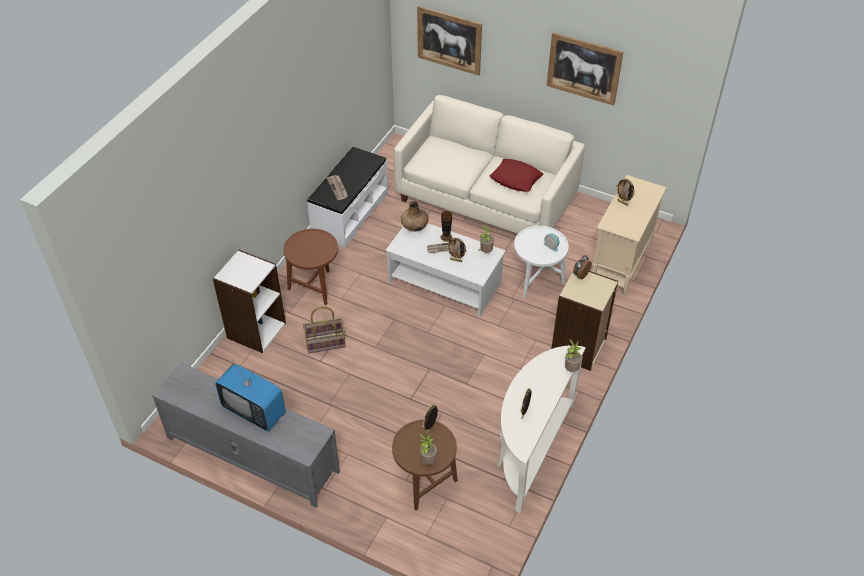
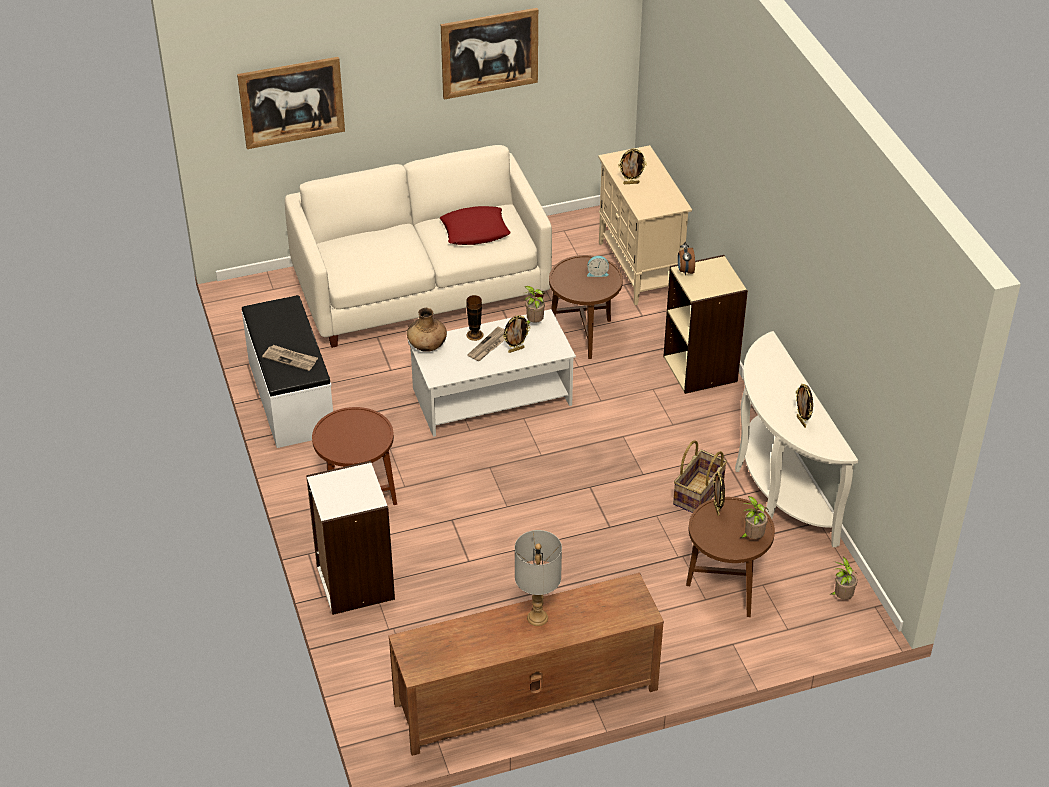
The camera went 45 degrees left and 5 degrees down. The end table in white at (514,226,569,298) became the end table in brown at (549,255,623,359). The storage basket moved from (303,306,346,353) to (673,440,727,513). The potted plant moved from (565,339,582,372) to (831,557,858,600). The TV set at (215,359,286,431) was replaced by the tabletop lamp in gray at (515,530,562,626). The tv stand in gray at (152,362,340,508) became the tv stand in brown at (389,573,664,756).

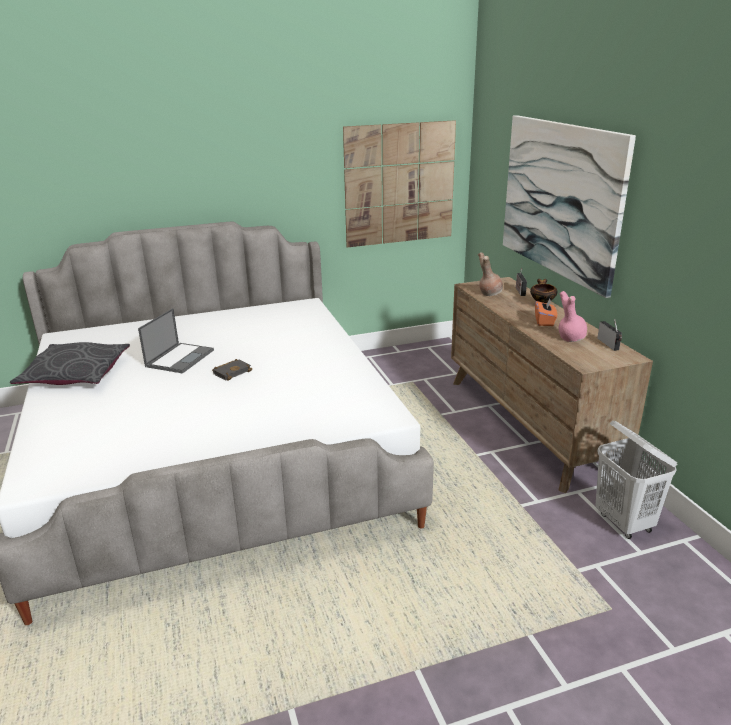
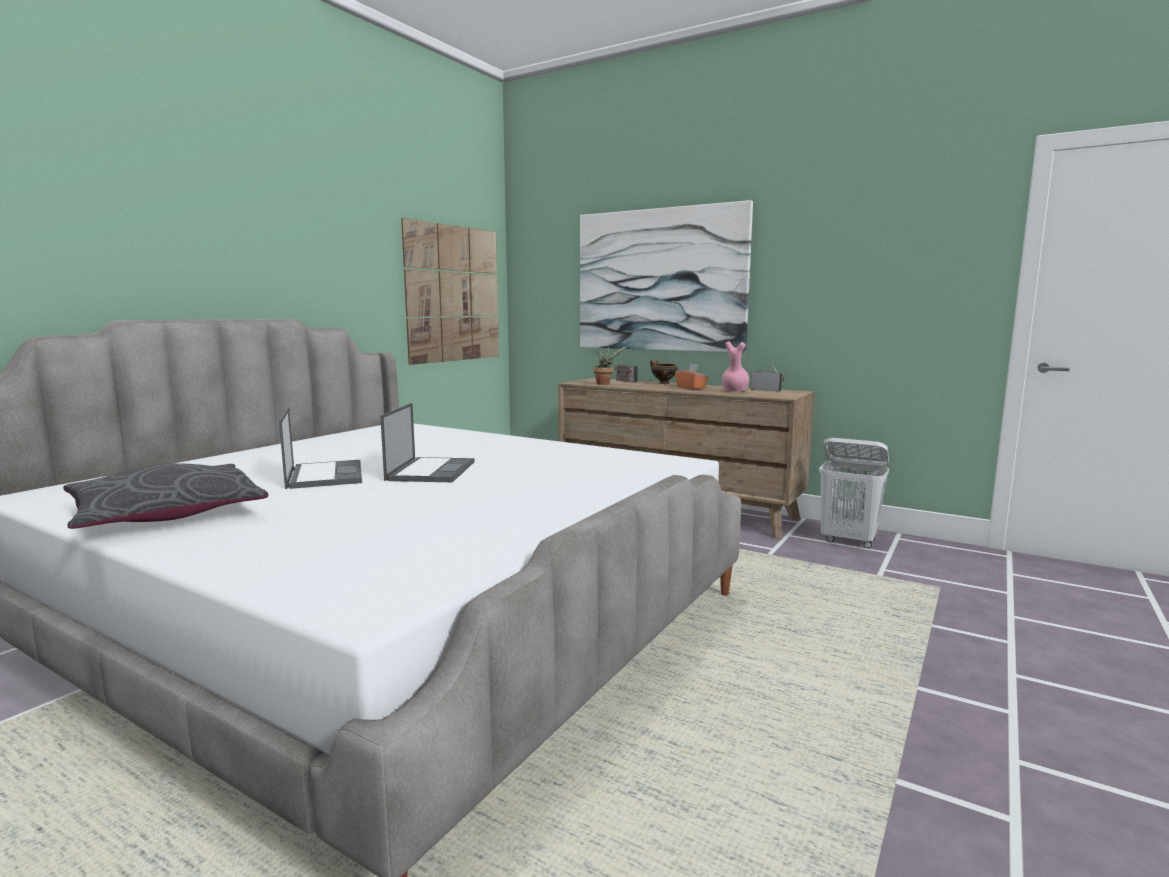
The camera went 40 degrees left and 15 degrees down. The vase in brown at (478,252,503,296) was replaced by the potted plant at (593,346,627,385). The volume in black at (212,359,252,381) was replaced by the laptop at (380,403,475,482).

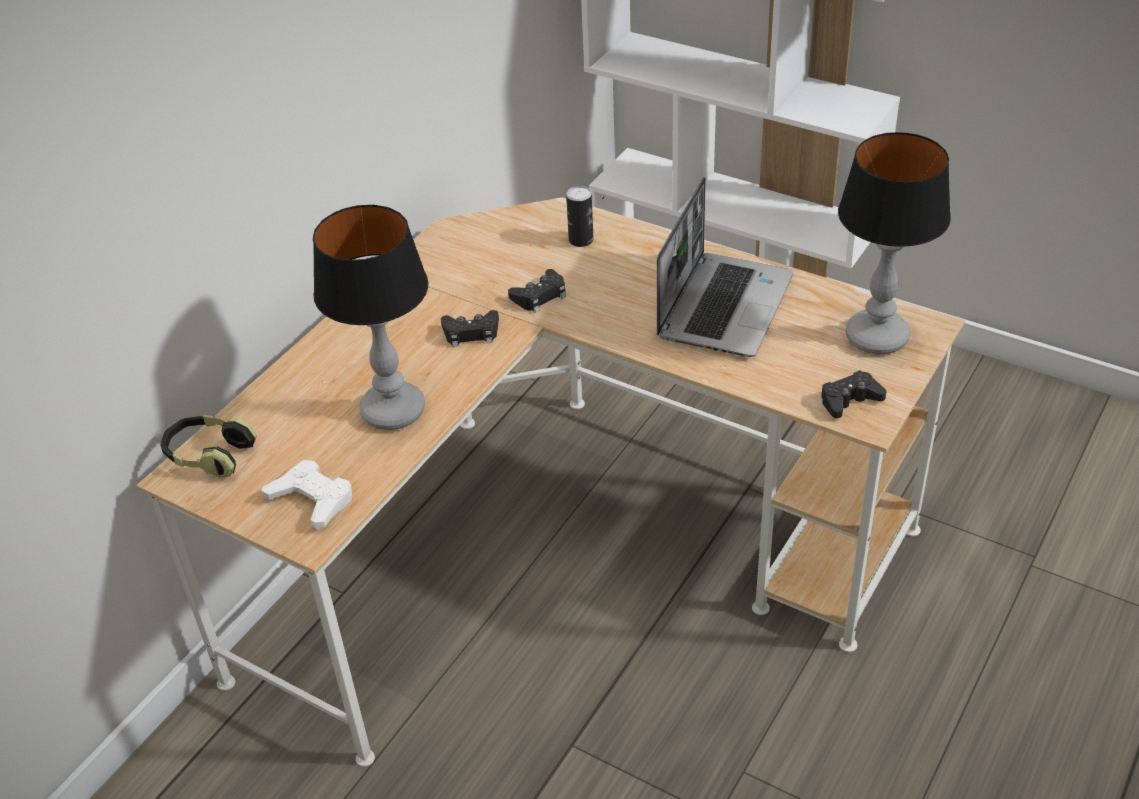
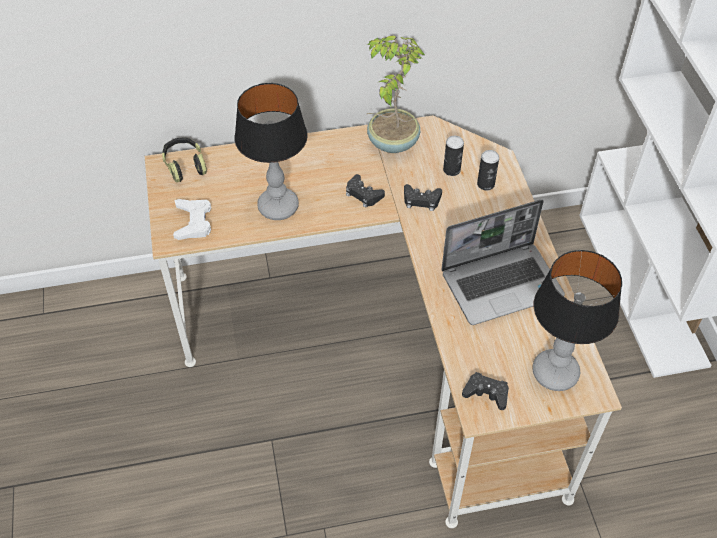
The camera went 45 degrees right and 10 degrees up. The potted plant at (367,35,426,153) appeared. The can at (443,136,464,176) appeared.

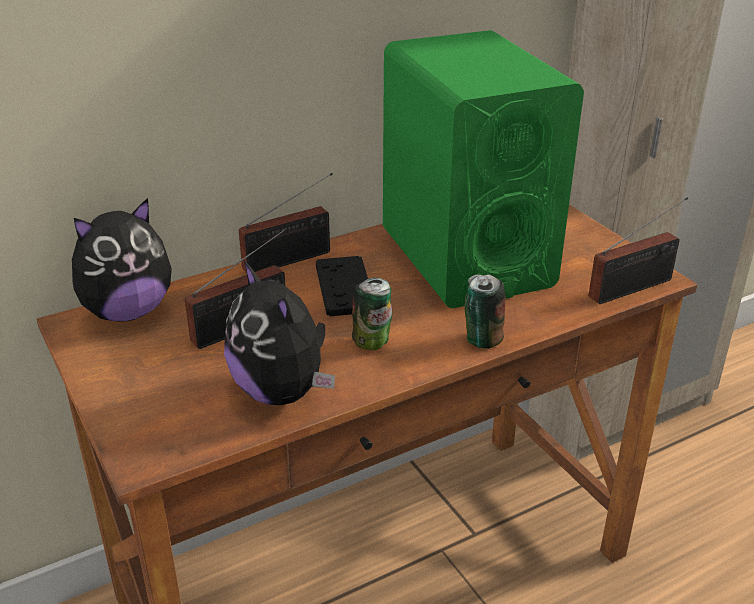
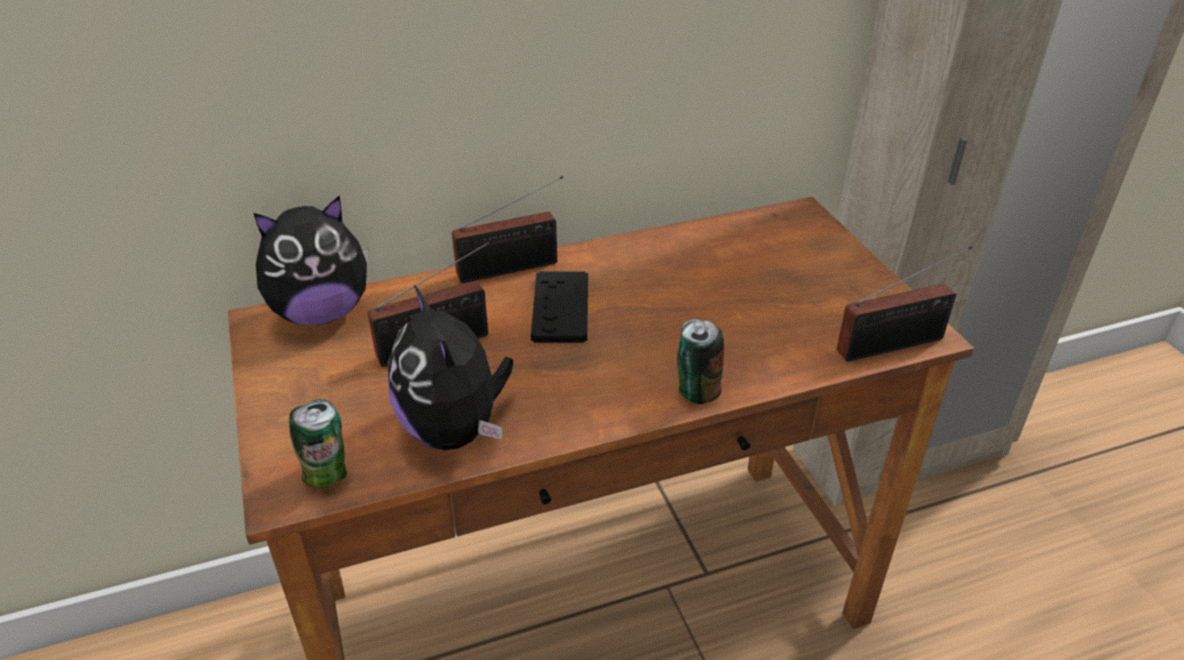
The camera went 10 degrees right and 5 degrees up. The audio speaker in green-coloured at (383,30,584,308) disappeared. The can moved from (352,277,393,350) to (289,399,347,489).

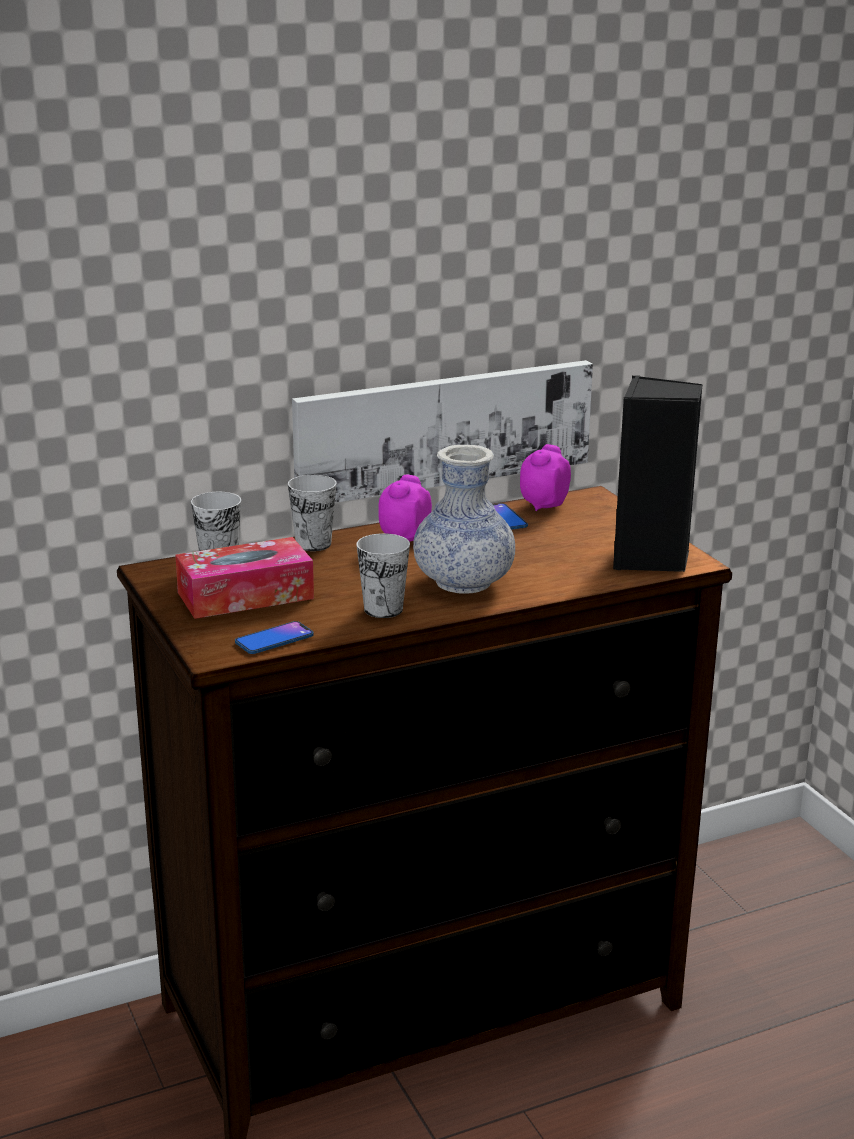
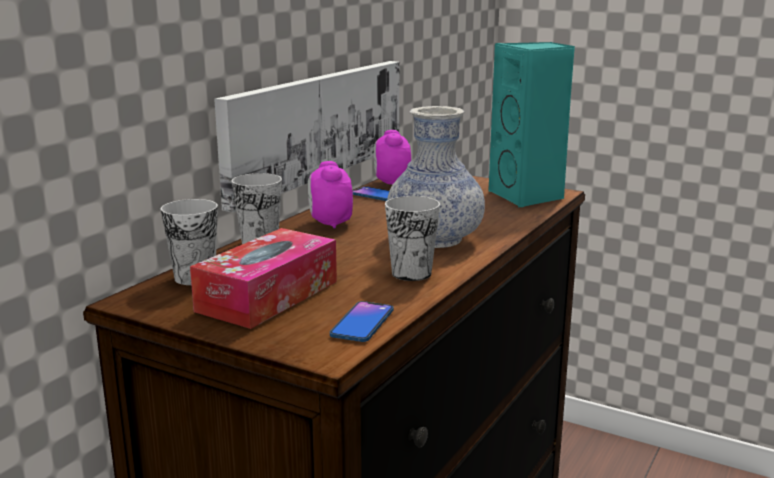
The camera went 35 degrees left and 5 degrees down. The audio speaker in black at (613,375,703,572) became the audio speaker in turquoise at (488,42,575,208).

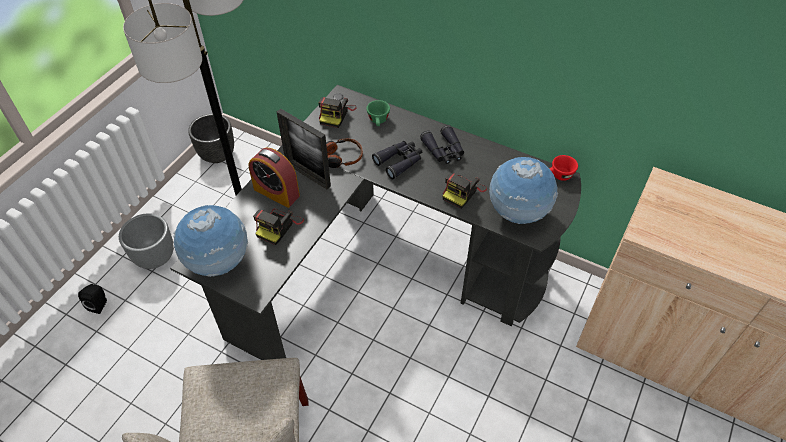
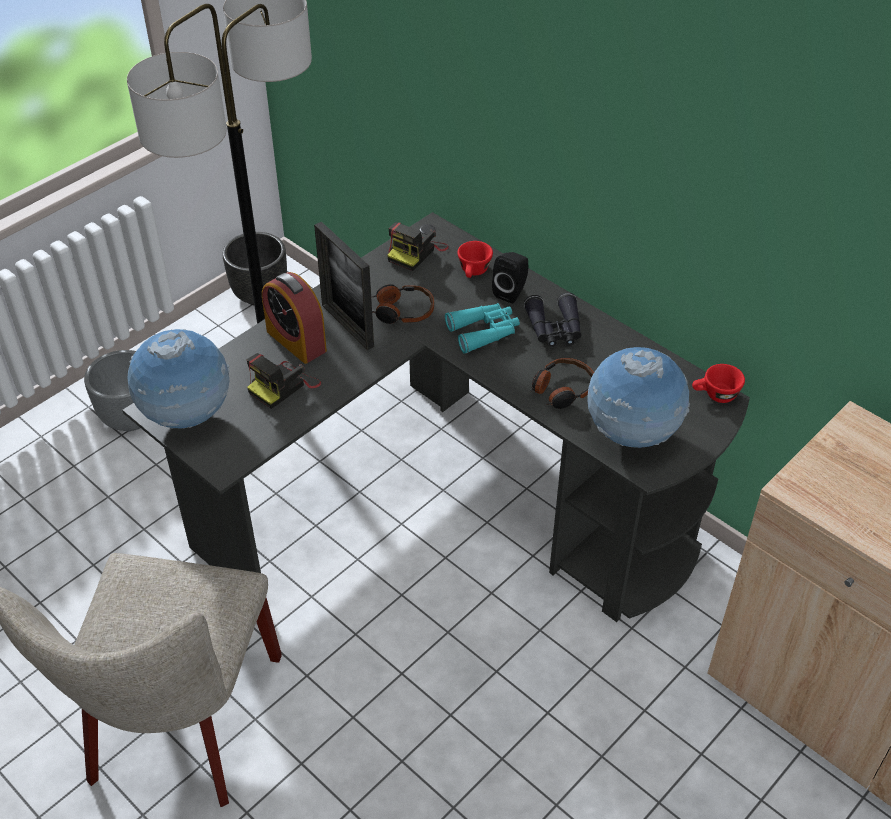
The camera went 15 degrees right and 5 degrees down. The drinking cup in green-coloured at (366,100,390,126) became the drinking cup in reddish at (457,241,493,278). The field glasses in black at (372,141,422,179) became the field glasses in turquoise at (445,303,520,354). The photo camera at (443,173,487,209) was replaced by the pair of headphones at (531,358,594,409). The audio speaker in black moved from (78,284,107,314) to (492,252,529,303).

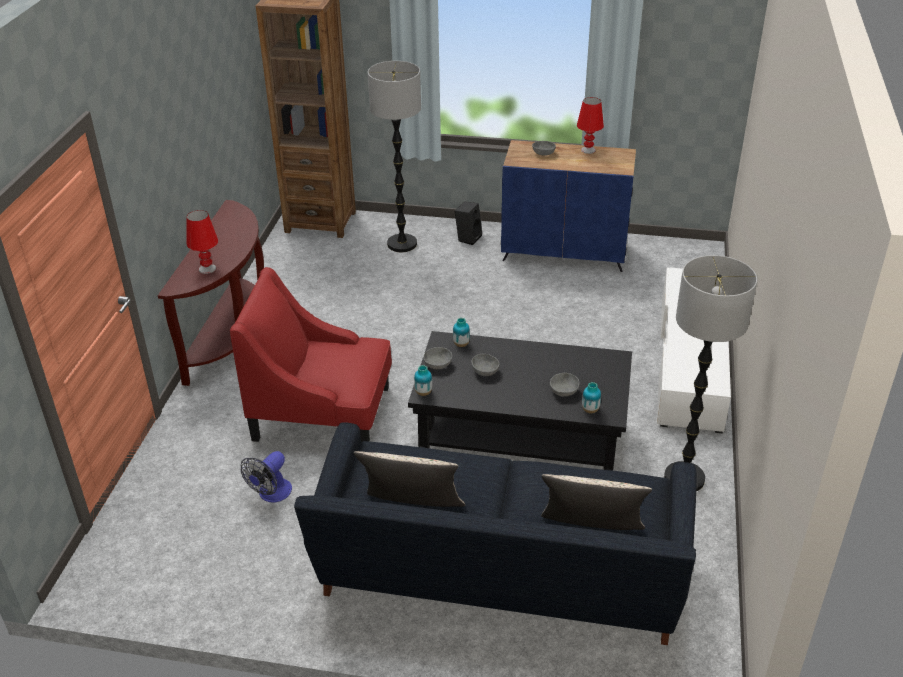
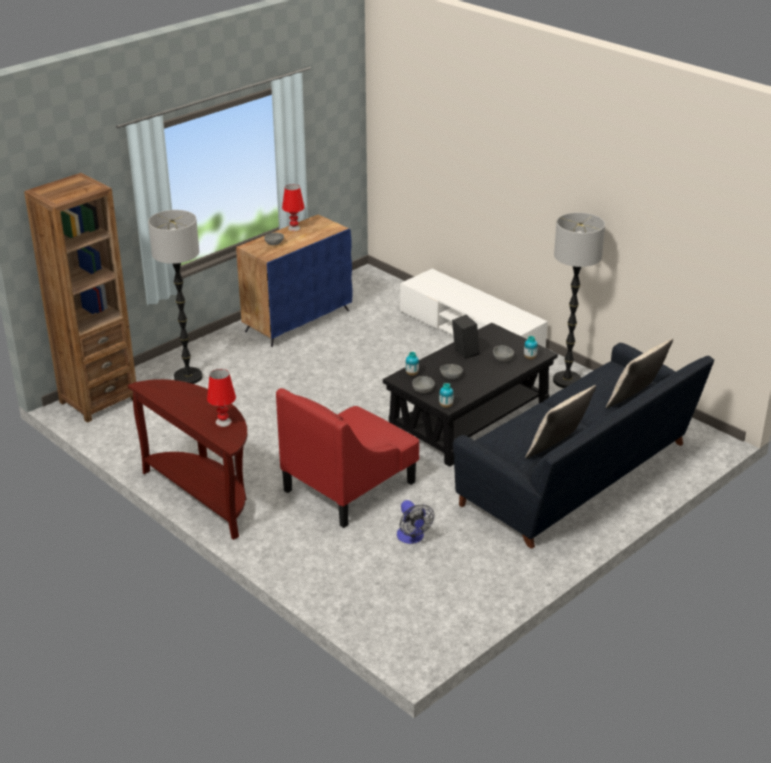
The camera went 55 degrees left and 5 degrees down. The audio speaker in black moved from (455,201,482,245) to (452,315,480,358).

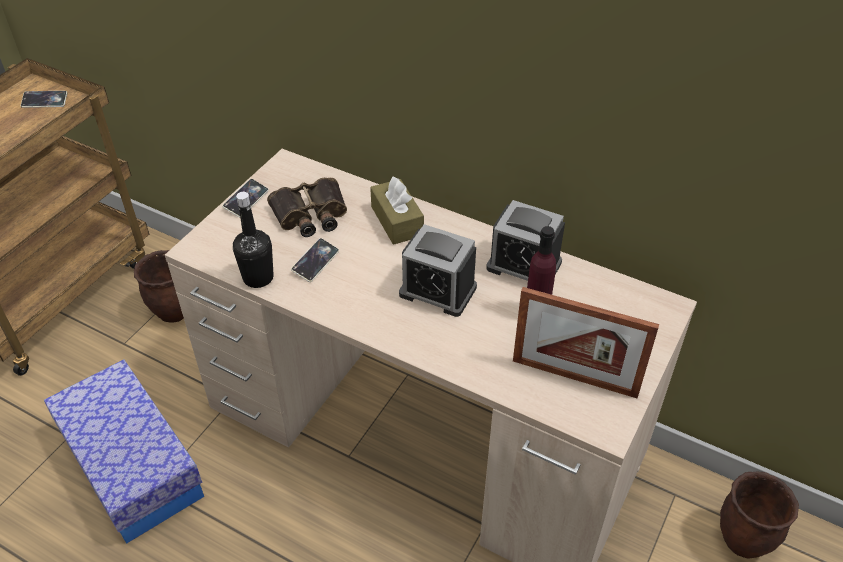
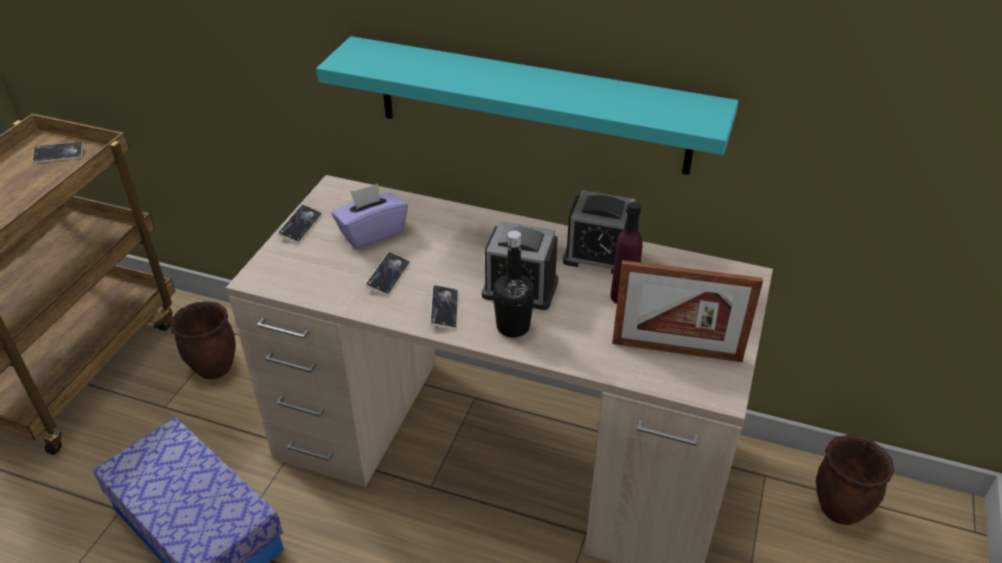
The camera went 10 degrees left and 5 degrees down. The tissue box in brown at (370,176,424,245) disappeared. The field glasses at (267,178,347,237) was replaced by the tissue box in purple-coloured at (332,184,408,249). The bottle in black moved from (233,192,274,288) to (493,231,535,338). The bracket shelf in turquoise at (316,36,739,175) appeared. The handset at (430,285,458,329) appeared.

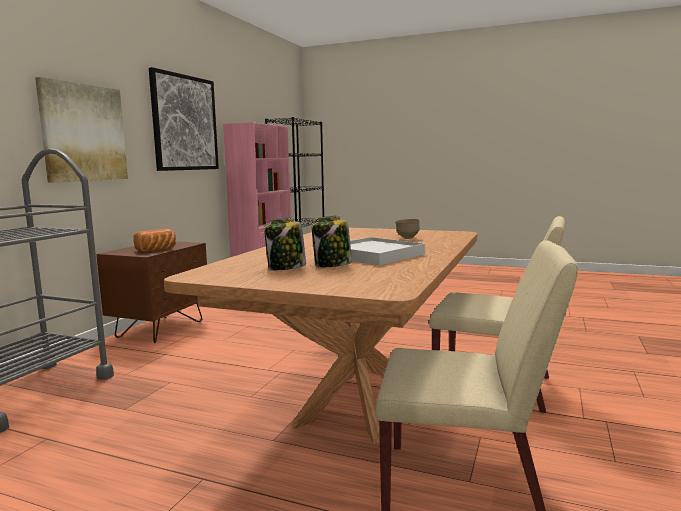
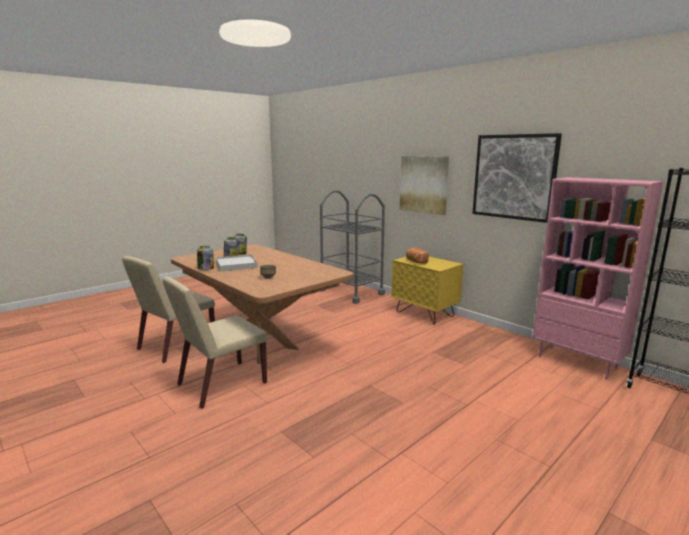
The camera went 115 degrees right and 5 degrees up. The night table in brown at (96,241,207,343) became the night table in yellow-coloured at (391,257,463,325). The storage jar at (197,246,214,270) appeared.

